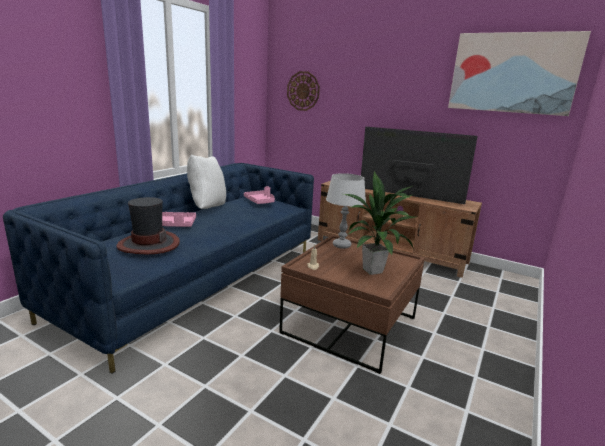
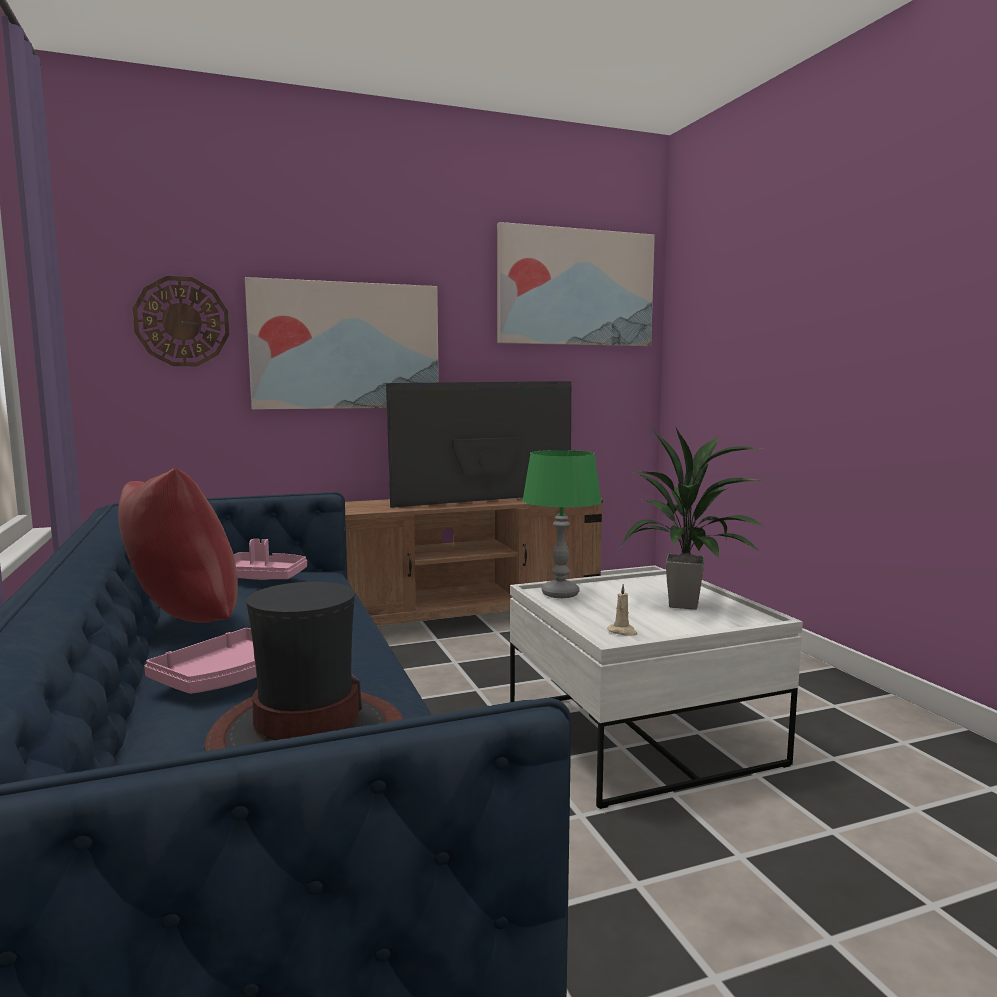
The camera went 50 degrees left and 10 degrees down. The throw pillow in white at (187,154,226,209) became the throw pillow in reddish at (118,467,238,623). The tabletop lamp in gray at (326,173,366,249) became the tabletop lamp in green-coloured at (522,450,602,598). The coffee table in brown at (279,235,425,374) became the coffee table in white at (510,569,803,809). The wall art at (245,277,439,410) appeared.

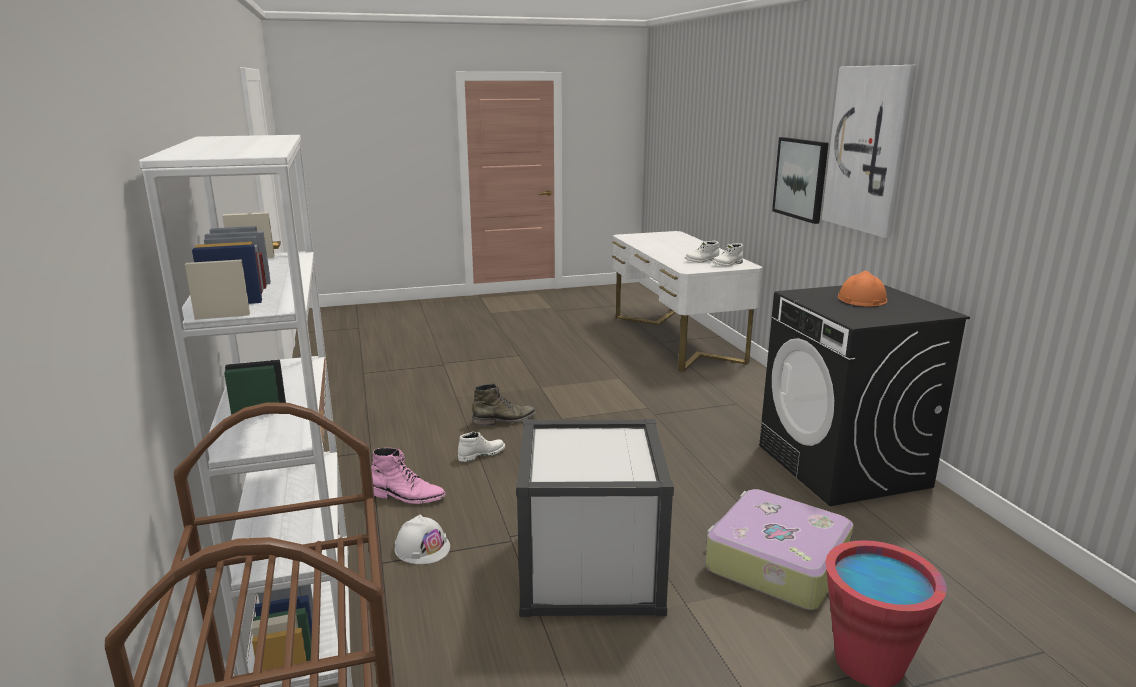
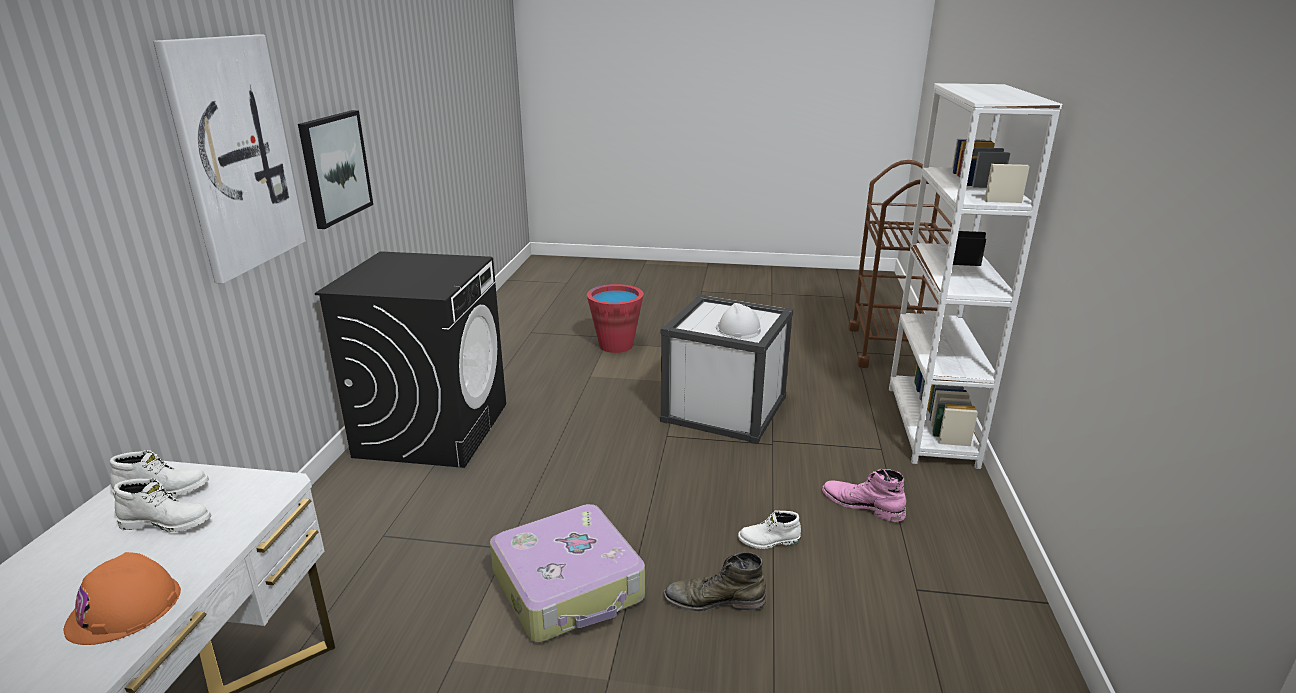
The camera went 155 degrees left and 5 degrees up. The wall art moved from (772,137,829,224) to (298,110,373,229). The work helmet in orange moved from (838,271,887,307) to (64,552,181,645). The travel case moved from (705,489,853,610) to (490,504,645,642). The work helmet in white moved from (395,515,450,564) to (716,303,761,339).

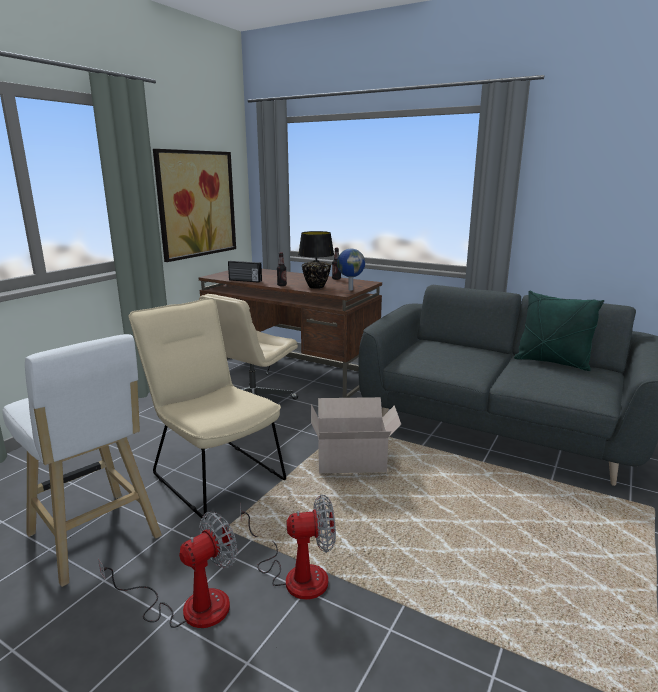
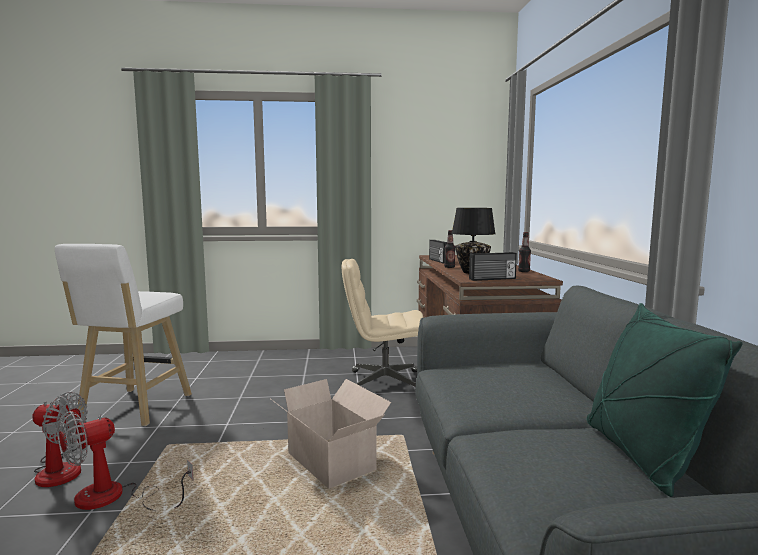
The camera went 55 degrees right and 10 degrees down. The wall art at (153,149,236,262) disappeared. The desk globe at (337,249,365,290) was replaced by the radio set at (469,252,517,281). The upright chair in sand-coloured at (129,298,286,519) disappeared. The cooling fan at (240,494,336,600) turned 90 degrees clockwise.

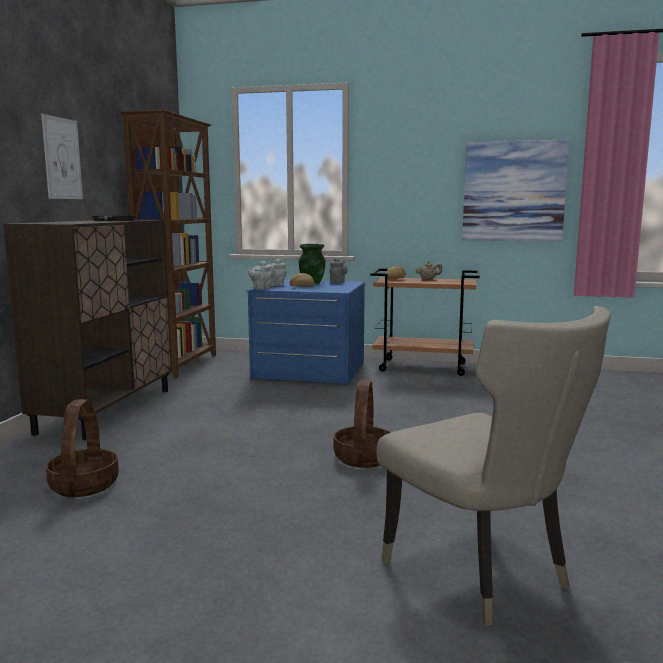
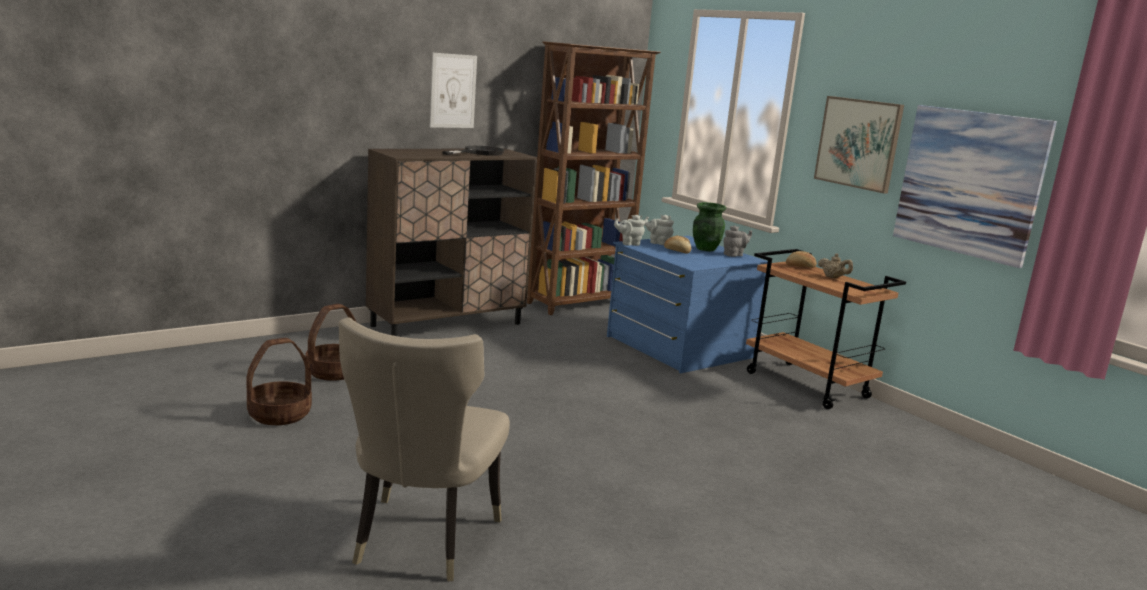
The camera went 40 degrees right and 5 degrees up. The storage basket moved from (333,380,391,468) to (246,338,312,425). The wall art at (814,96,904,194) appeared.

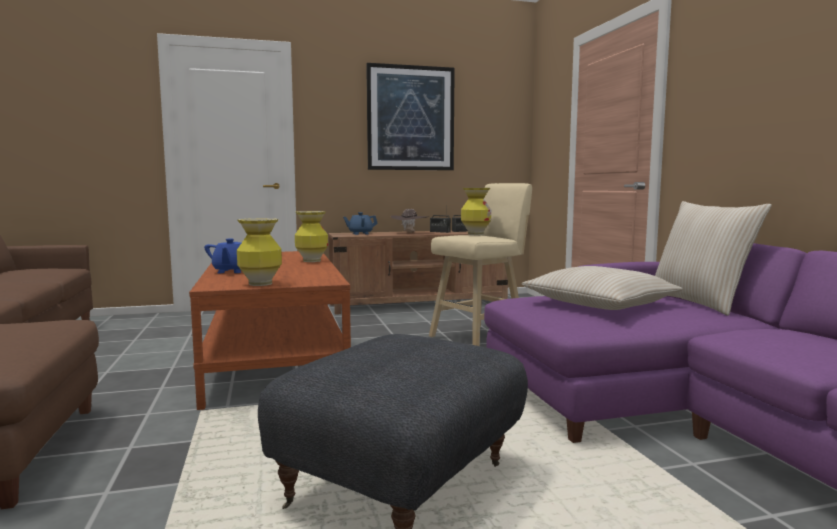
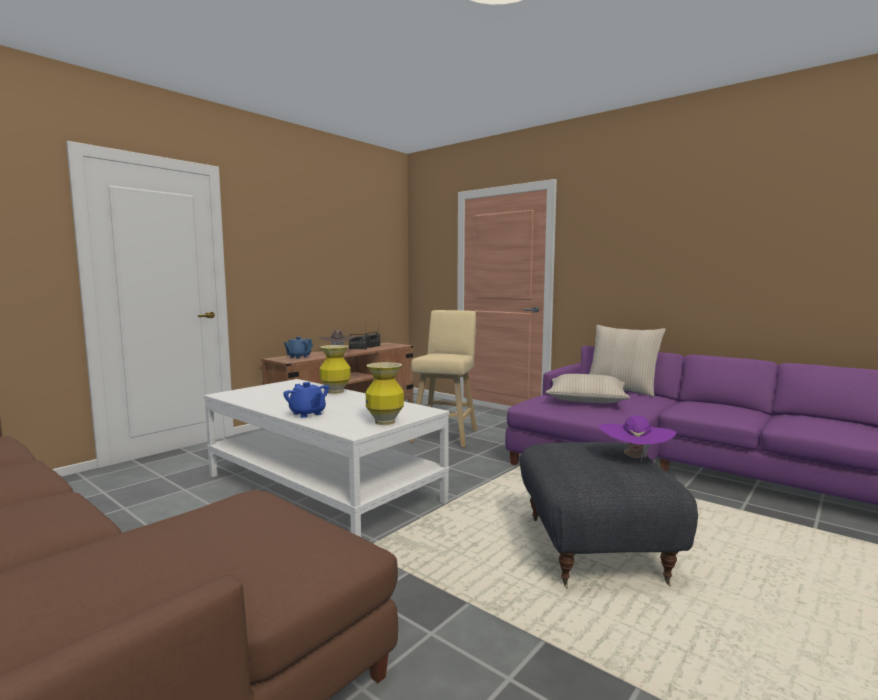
The camera went 35 degrees left and 0 degrees up. The wall art at (366,63,455,170) disappeared. The vase at (461,188,491,235) disappeared. The coffee table in brown at (189,251,351,410) became the coffee table in white at (204,379,449,537). The clothing hat in purple-coloured at (598,415,677,462) appeared.

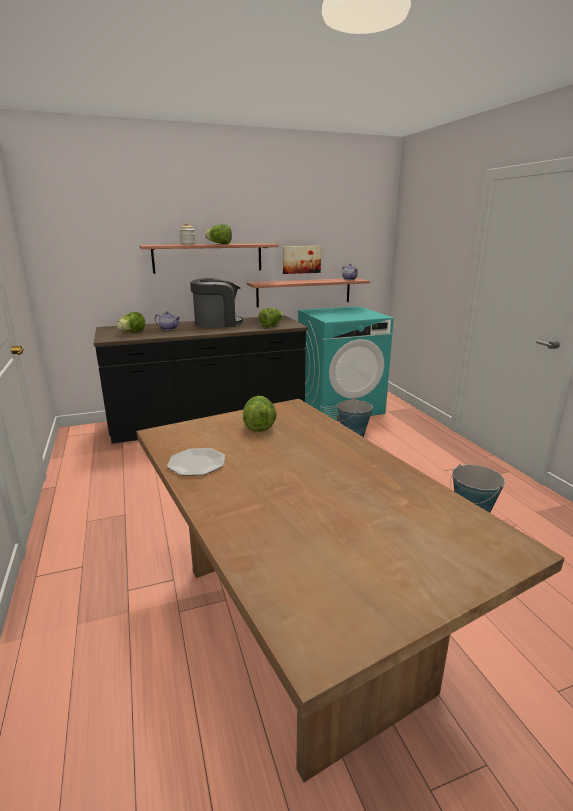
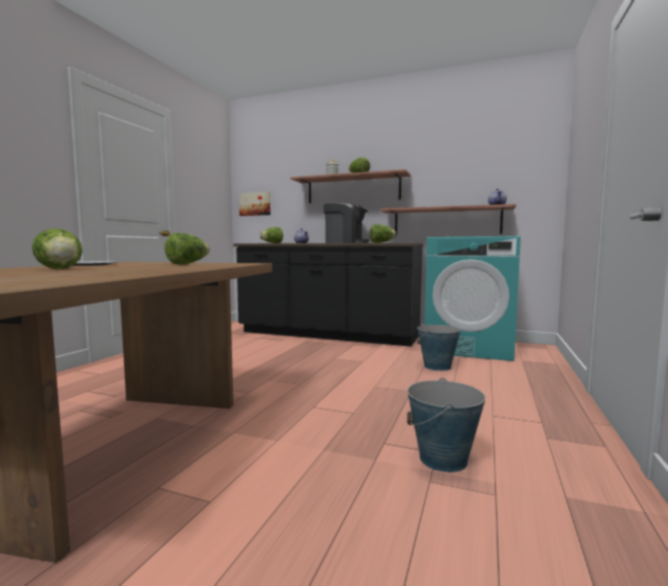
The camera went 40 degrees right and 15 degrees down. The wall art moved from (283,246,321,274) to (239,192,271,216). The lettuce head at (32,229,83,269) appeared.

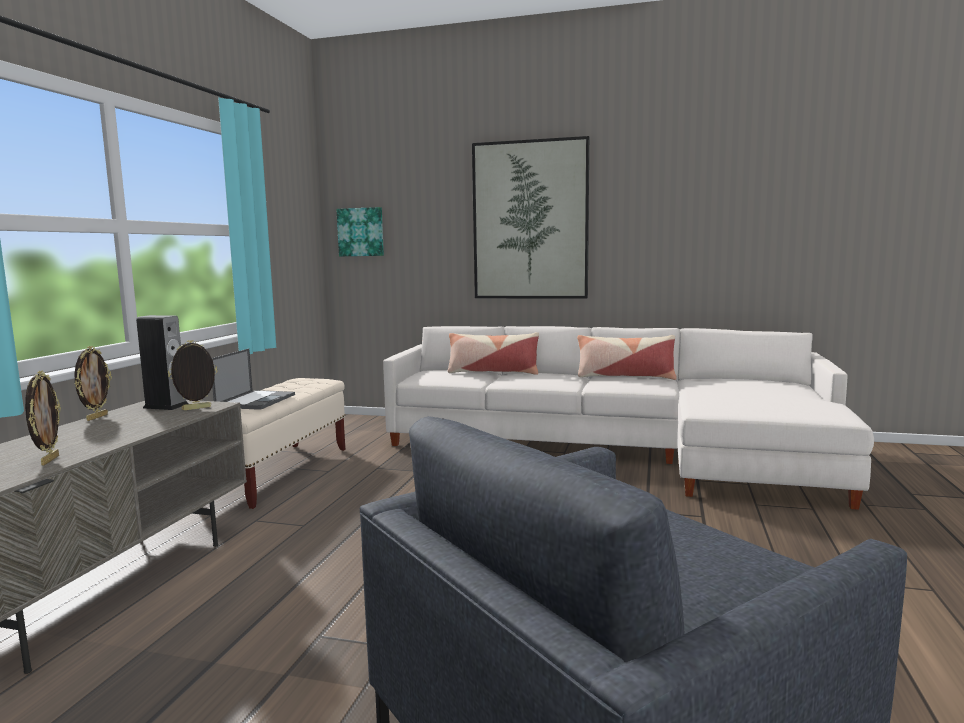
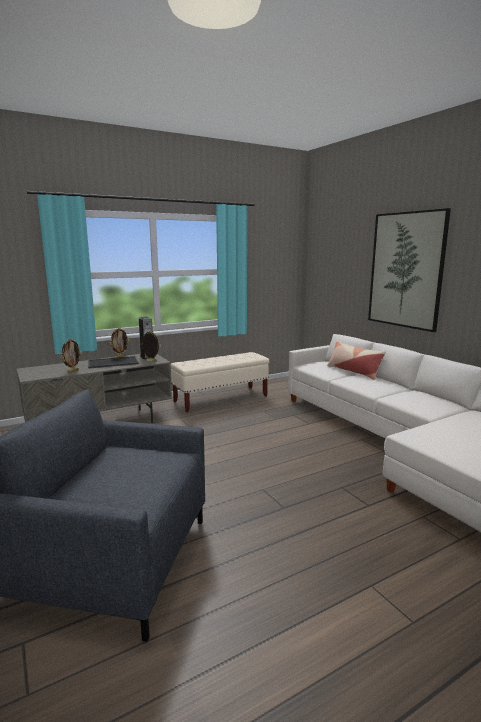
The camera went 45 degrees right and 5 degrees up. The wall art at (337,207,384,256) disappeared. The throw pillow at (577,335,677,380) disappeared. The laptop at (212,348,295,410) disappeared. The serving tray at (88,356,139,369) appeared.

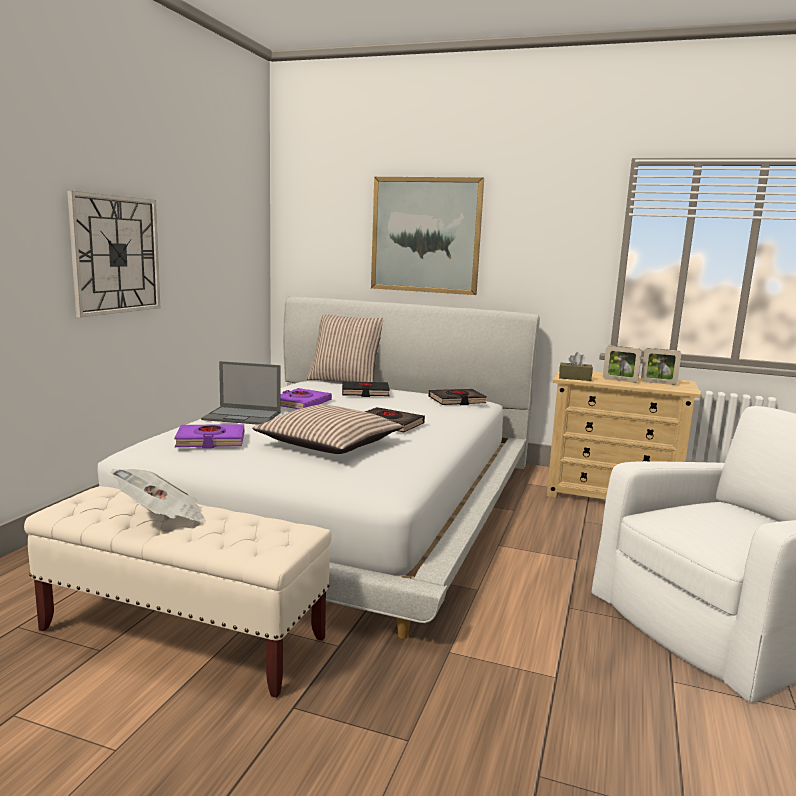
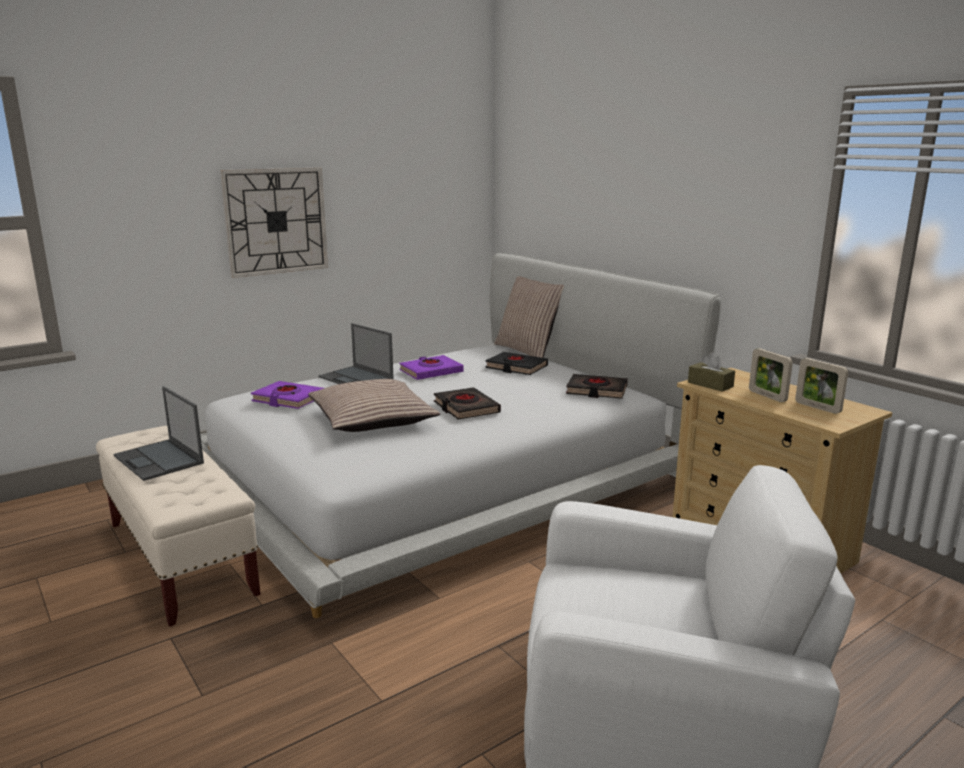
The camera went 35 degrees right and 5 degrees up. The wall art at (371,177,484,295) disappeared. The printed paper at (111,469,206,522) was replaced by the laptop at (113,386,204,481).

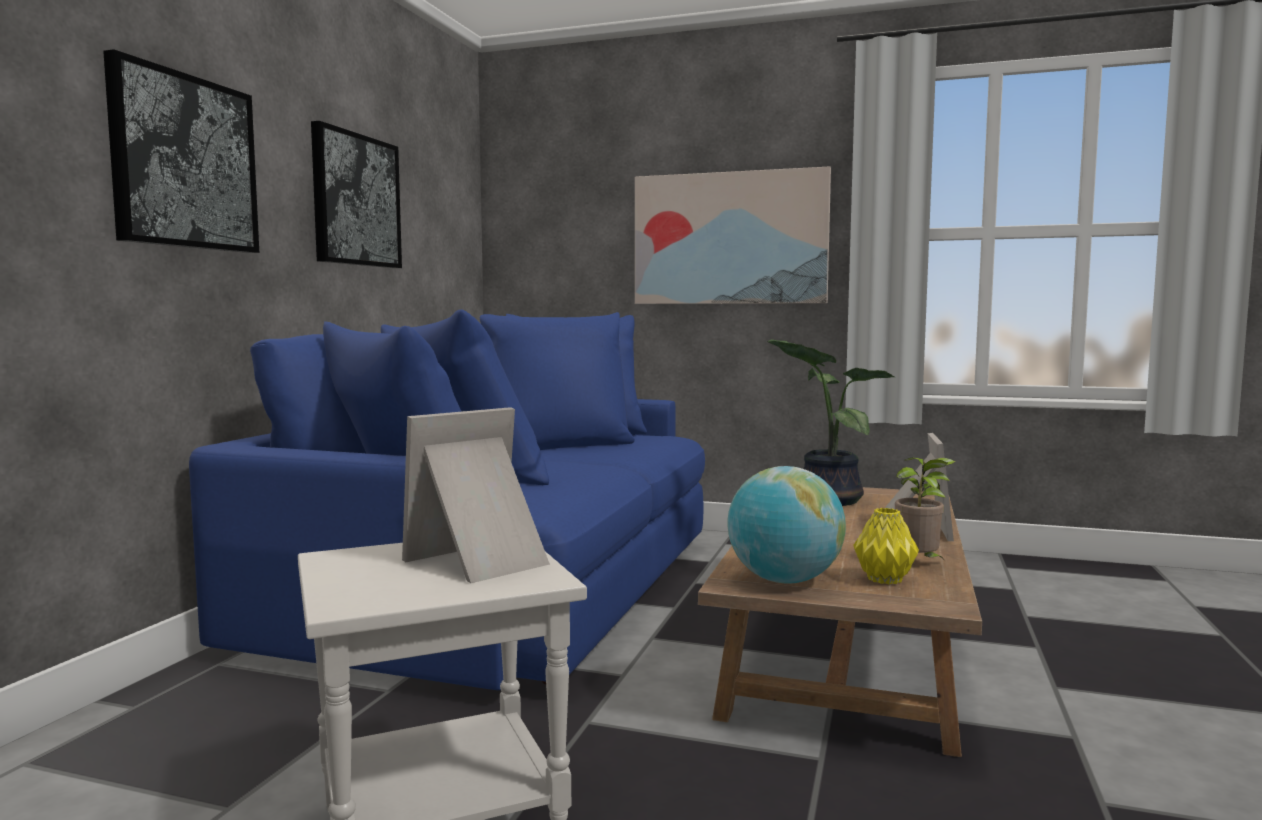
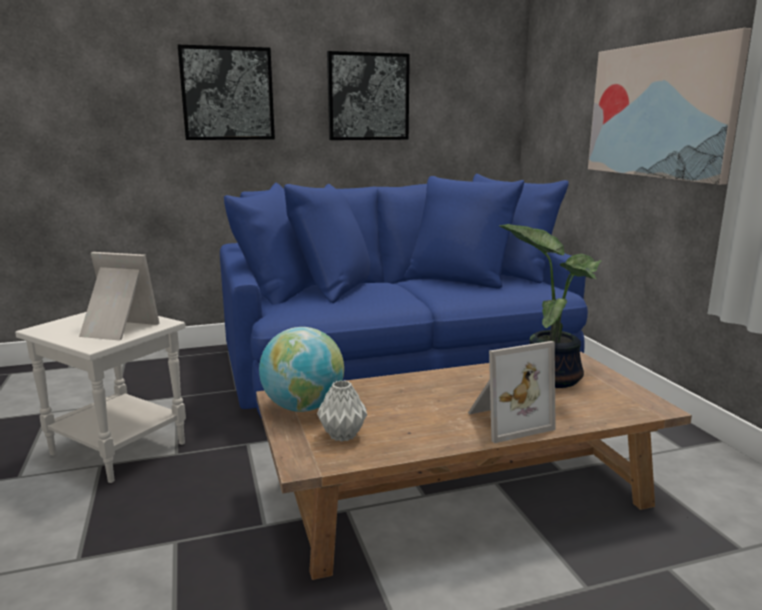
The camera went 55 degrees right and 10 degrees up. The potted plant at (895,457,955,562) disappeared. The vase in yellow-coloured at (853,508,919,584) became the vase in gray at (317,380,367,442).

